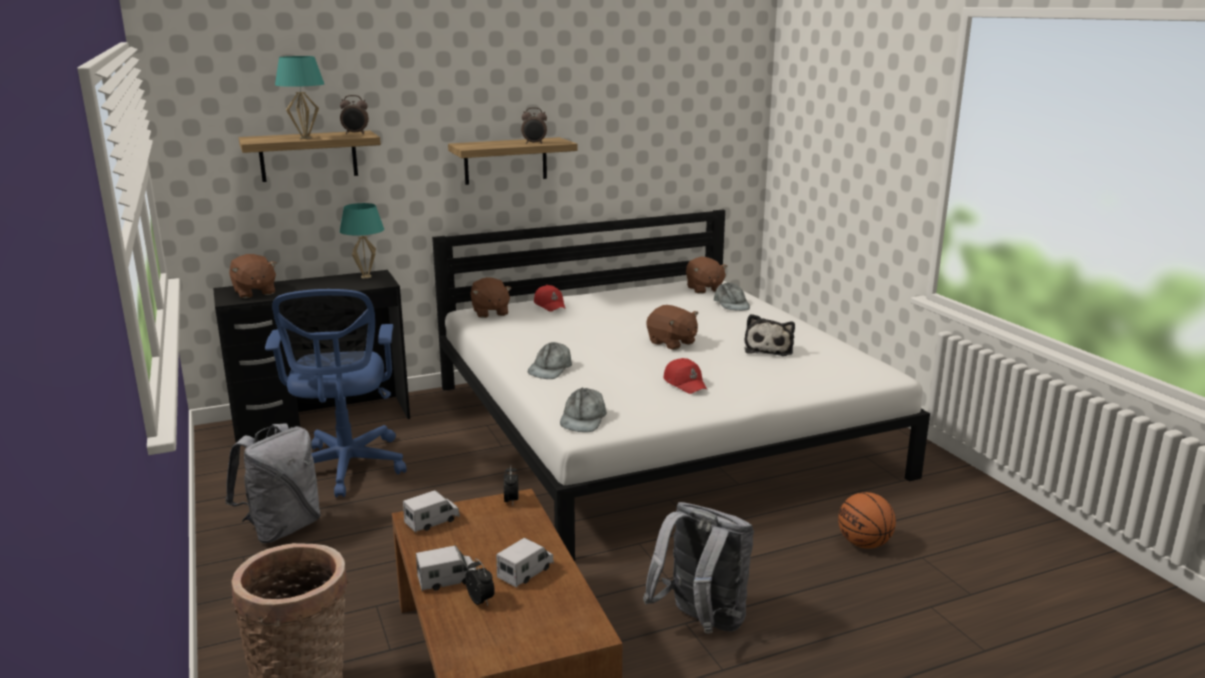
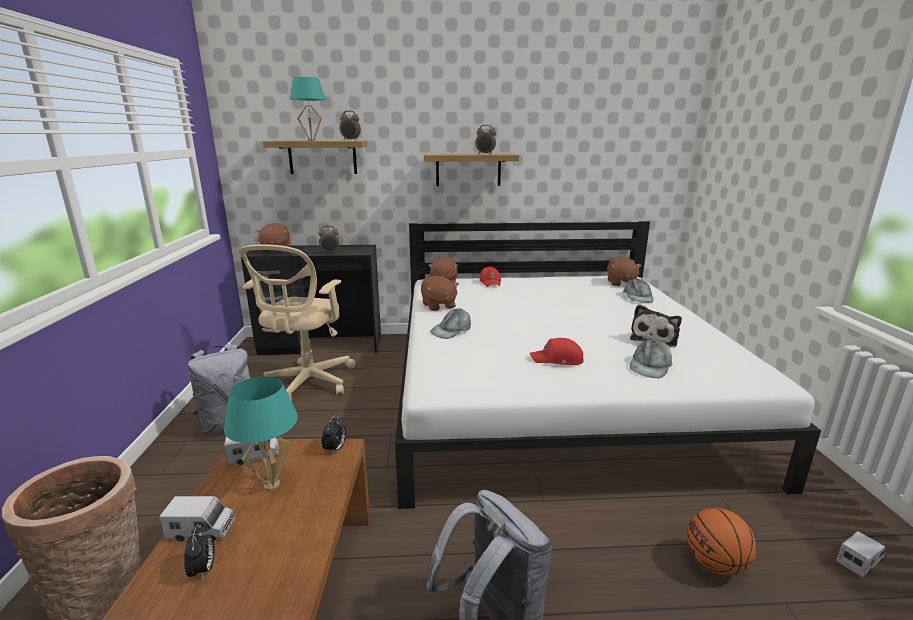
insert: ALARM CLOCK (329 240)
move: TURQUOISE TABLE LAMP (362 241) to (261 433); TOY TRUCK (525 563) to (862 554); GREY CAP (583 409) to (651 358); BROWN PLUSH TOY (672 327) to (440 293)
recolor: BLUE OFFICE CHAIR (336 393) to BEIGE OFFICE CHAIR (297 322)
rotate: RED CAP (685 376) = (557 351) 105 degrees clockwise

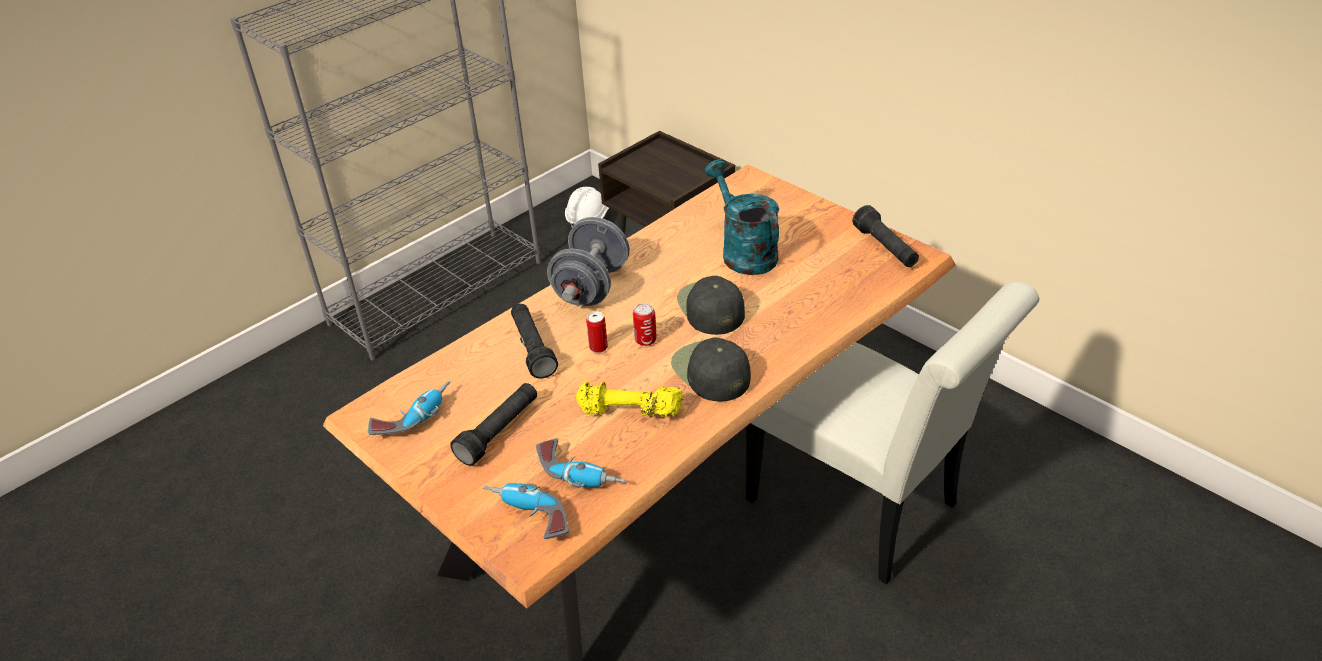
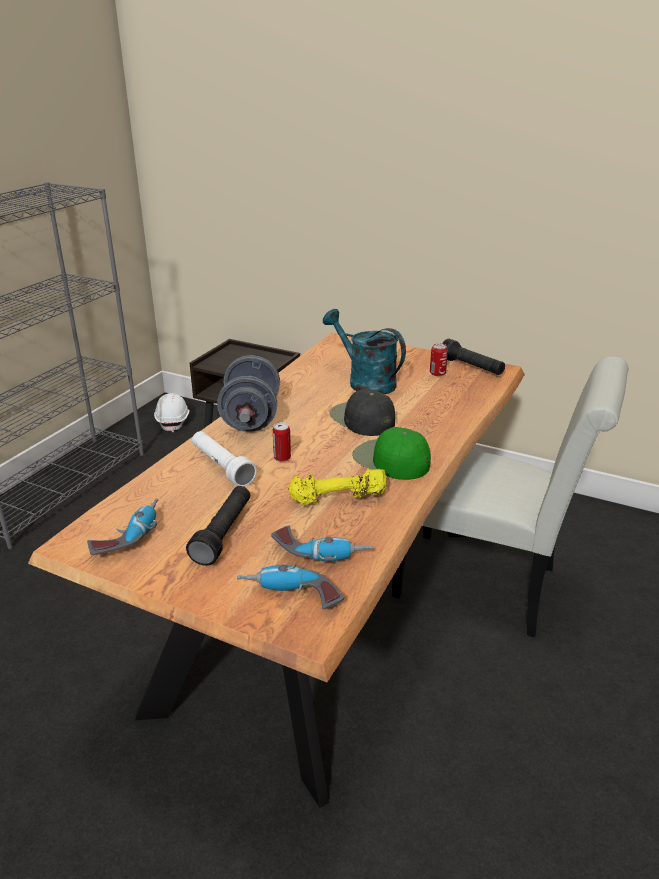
move: CAN (645 324) to (439 359)
recolor: BLACK FLASHLIGHT (534 341) to WHITE FLASHLIGHT (224 459); BLACK CAP (711 369) to GREEN CAP (391 453)

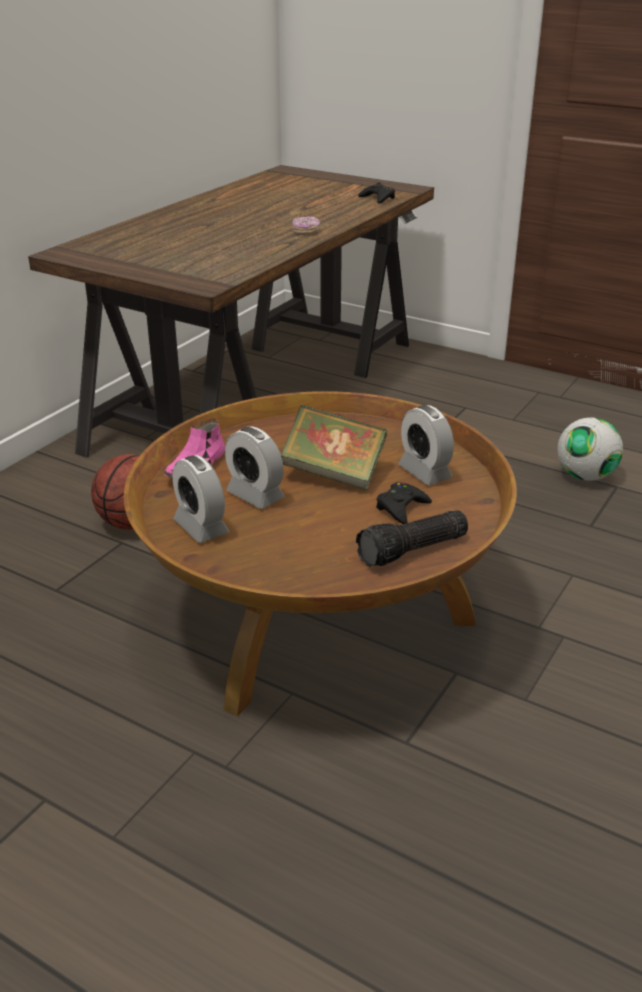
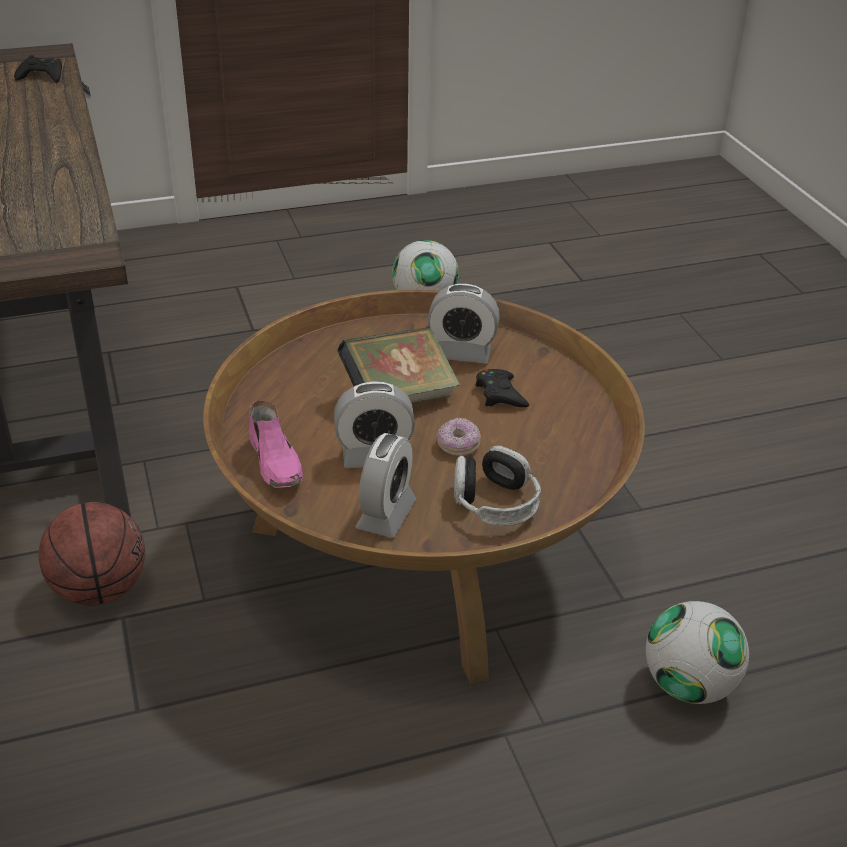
delete: FLASHLIGHT (412 538)
insert: HEADPHONES (497 486); FOOTBALL (697 652)
move: DONUT (306 225) to (458 437)
rotate: ALARM CLOCK (201 499) = (386 485) 75 degrees counterclockwise

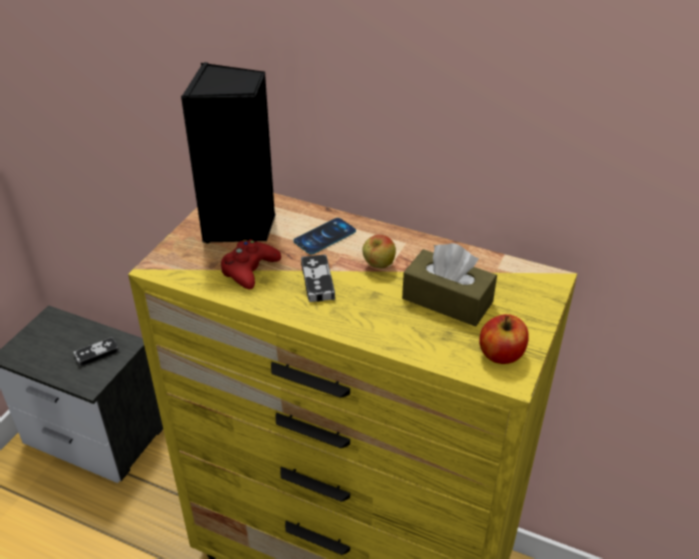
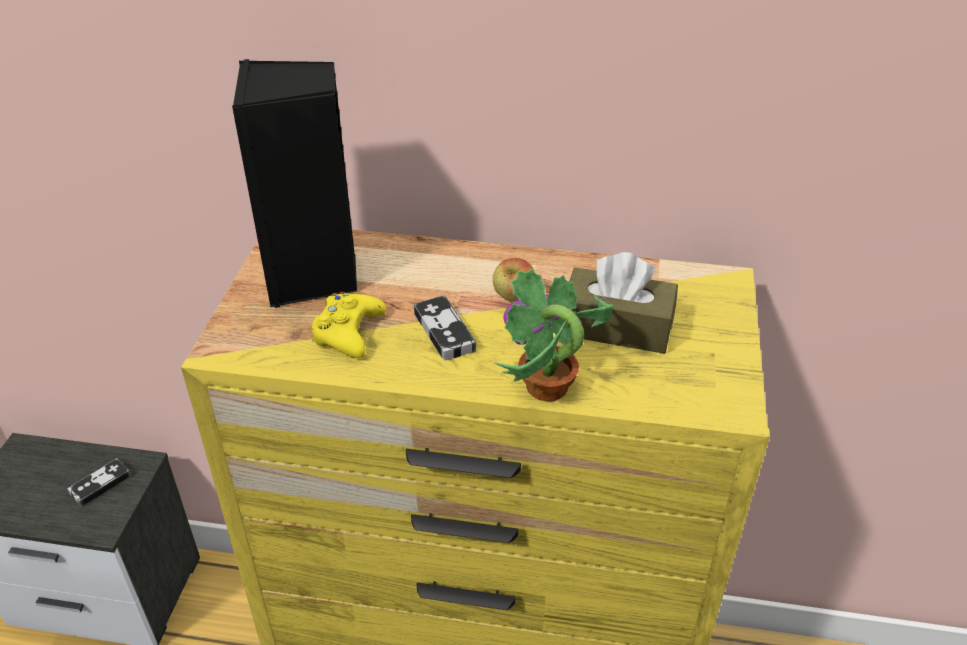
delete: PHONE (324 236); APPLE (504 339)
insert: POTTED PLANT (554 335)
recolor: RED GAME CONTROLLER (251 264) to YELLOW GAME CONTROLLER (349 325)

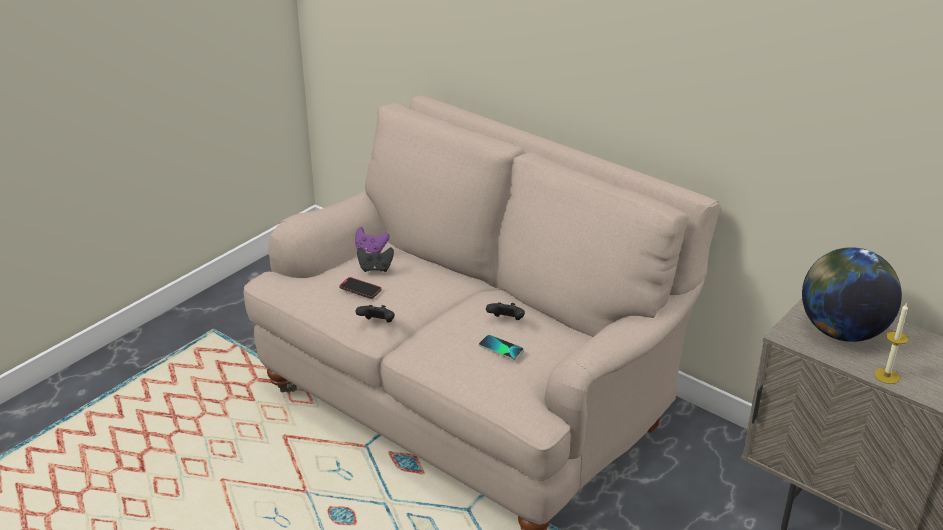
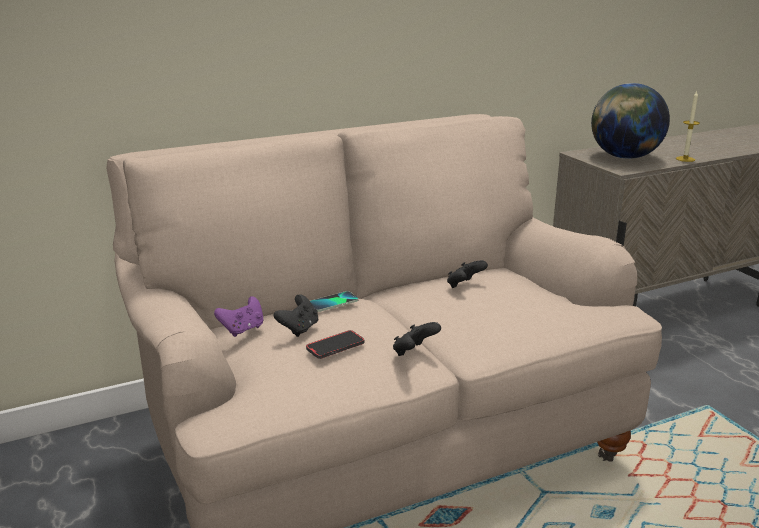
move: PHONE (501 347) to (334 301)

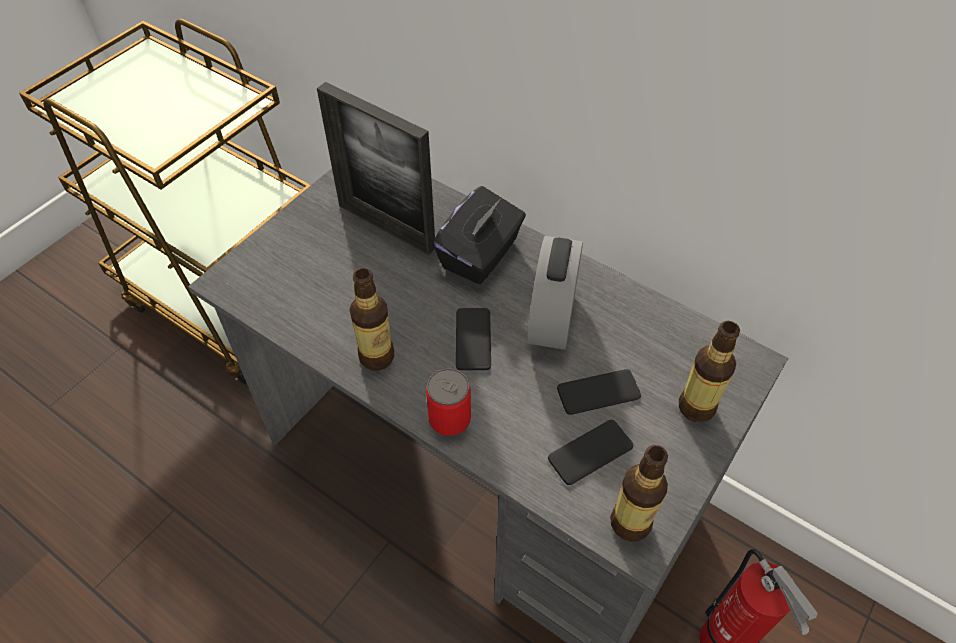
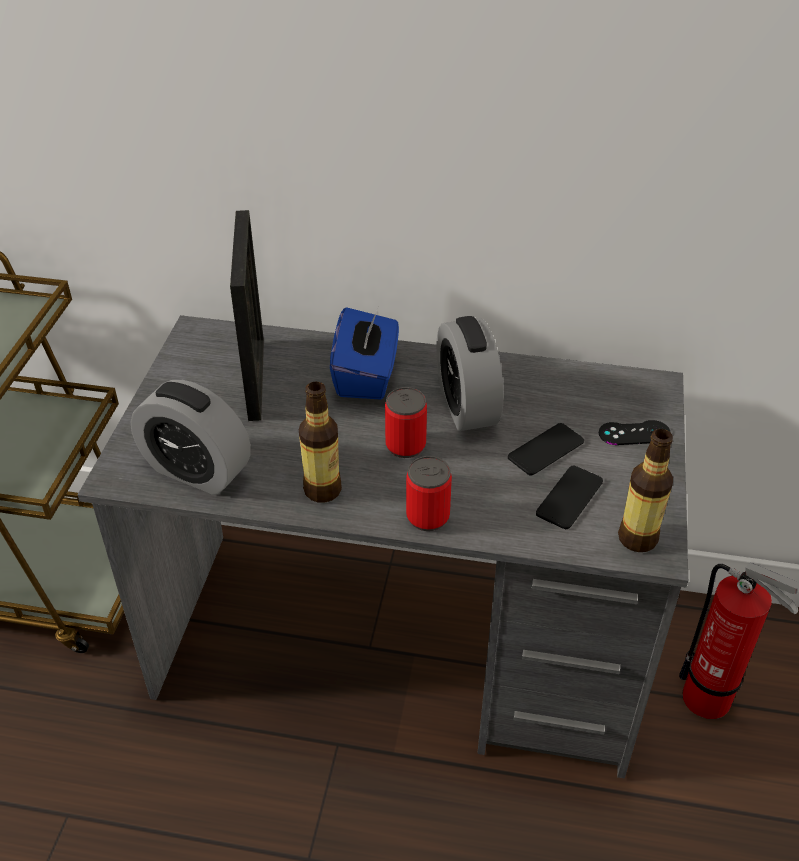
insert: ALARM CLOCK (190 437)
replace: PHONE (473 339) to CAN (406 422); BOTTLE (709 371) to BLACK GAME CONTROLLER (635 432)
recolor: BLACK TISSUE BOX (479 235) to BLUE TISSUE BOX (364 353)
rotate: PICTURE FRAME (376 168) = (247 315) 105 degrees counterclockwise

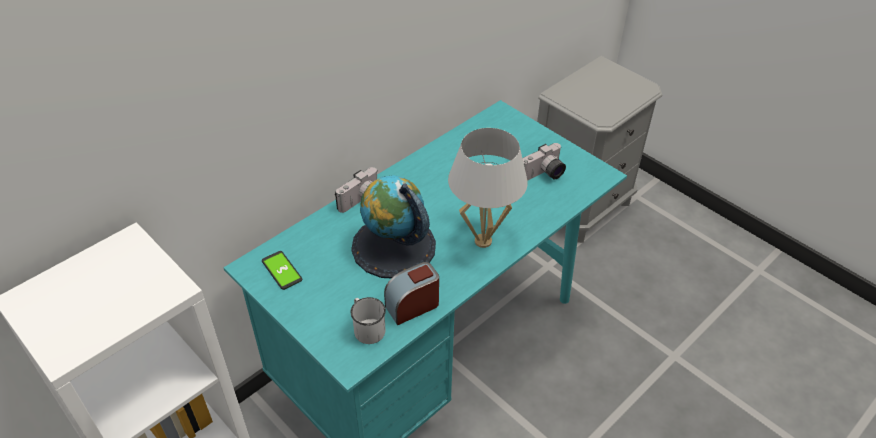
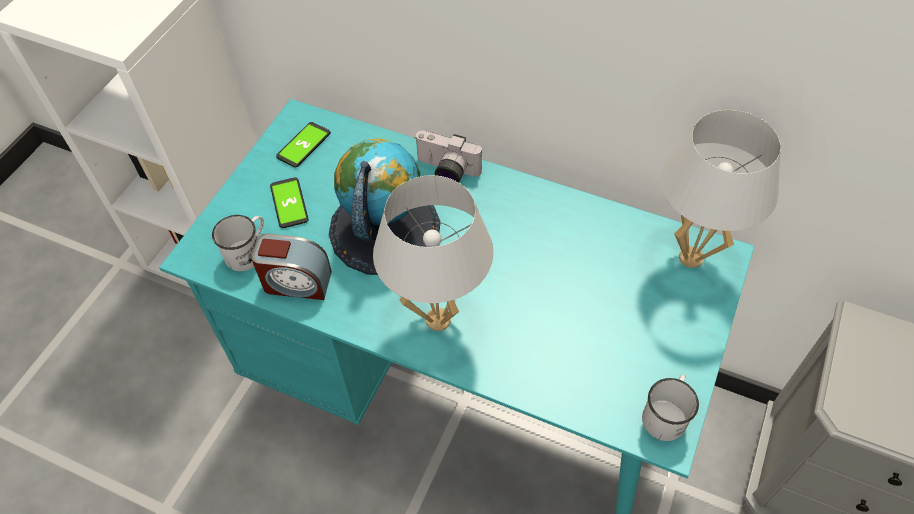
delete: PHOTO CAMERA (544 161)
insert: PHONE (289 202); WHITE MUG (670 407); WHITE TABLE LAMP (721 189)
rotate: ALARM CLOCK (411 293) = (291 267) 150 degrees clockwise

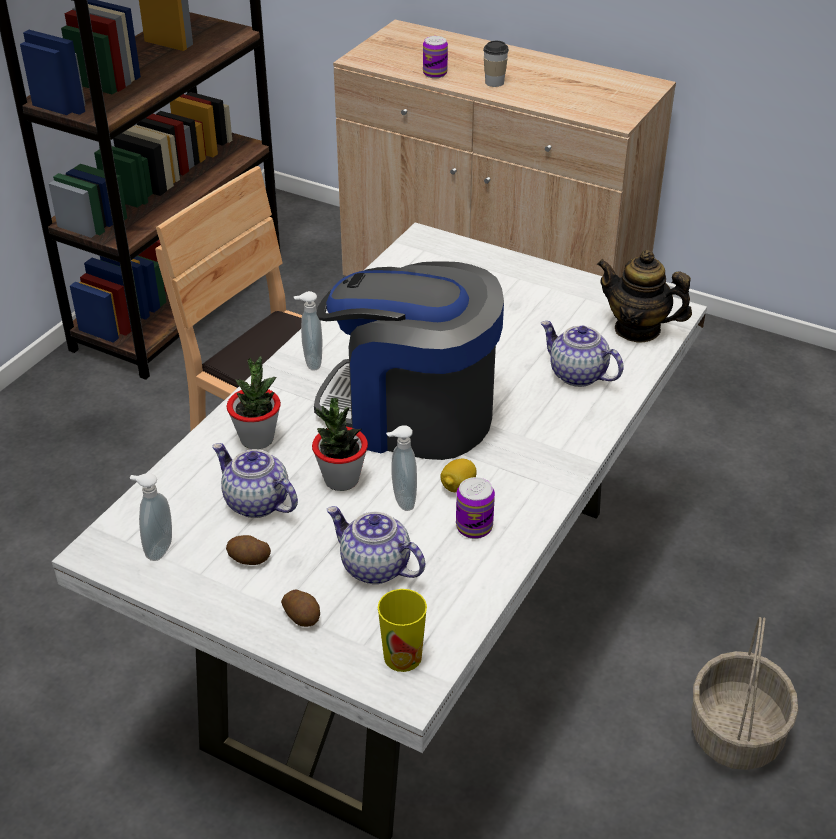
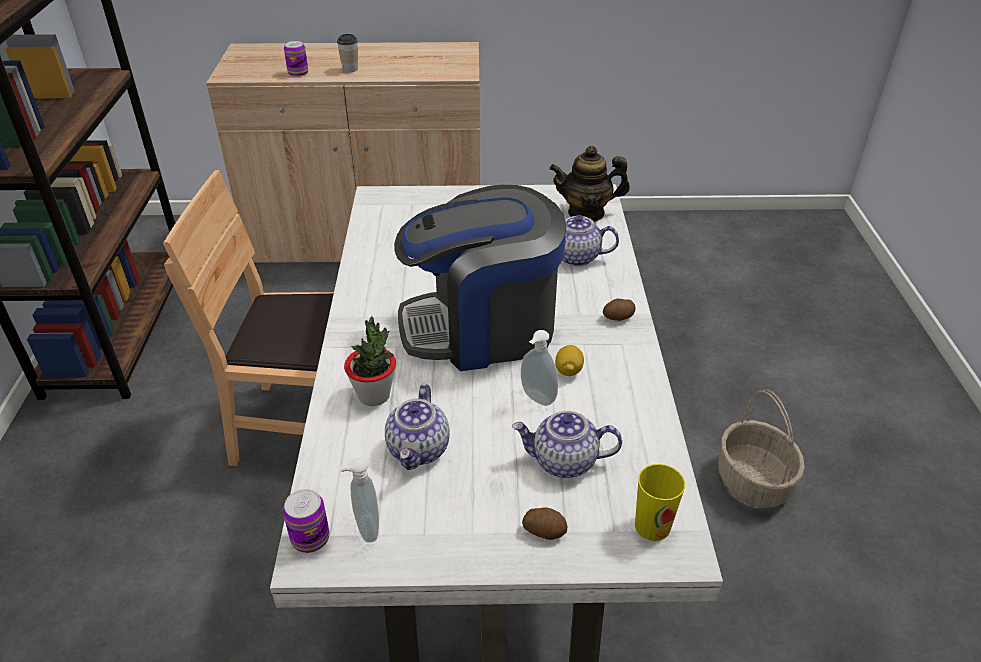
delete: SOAP DISPENSER (308 331); POTTED PLANT (340 444)
move: POTATO (248 550) to (619 310); CAN (475 508) to (306 521)
rotate: TEAPOT (255 480) = (417 427) 90 degrees counterclockwise

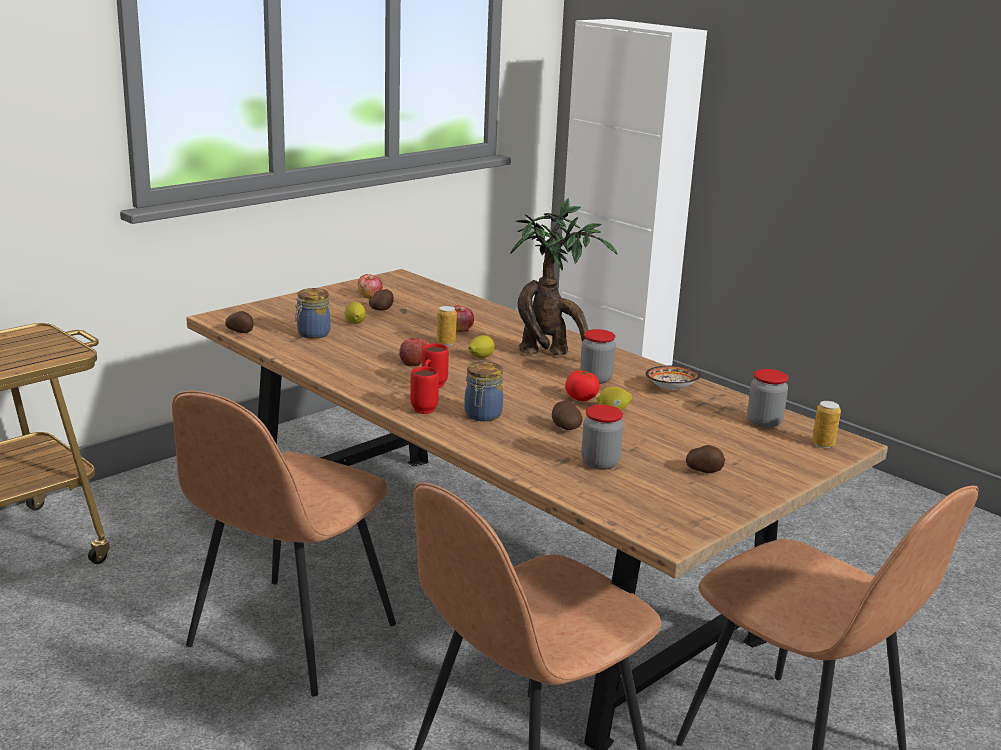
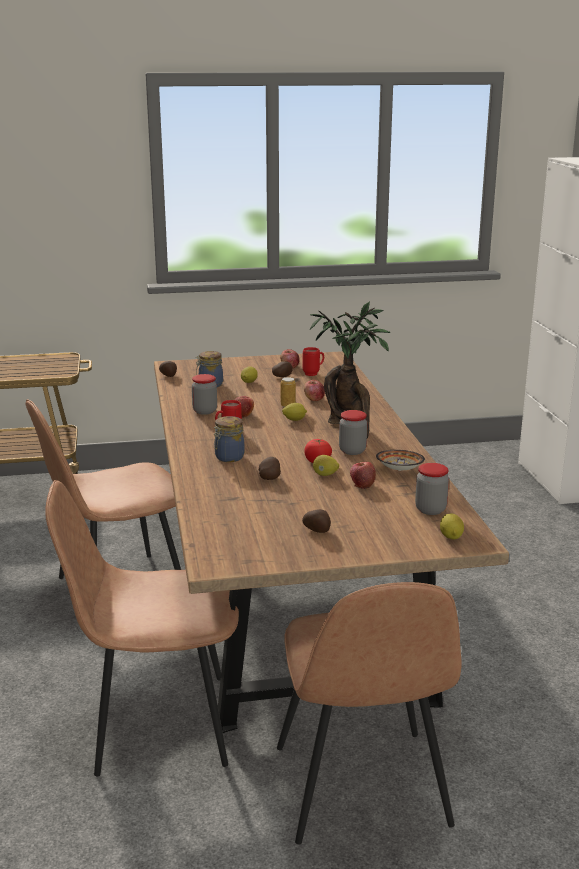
insert: APPLE (363 475)
move: RED MUG (424 390) to (313 361); JAR (602 437) to (204 394)
replace: CAN (826 424) to LEMON (452 527)

